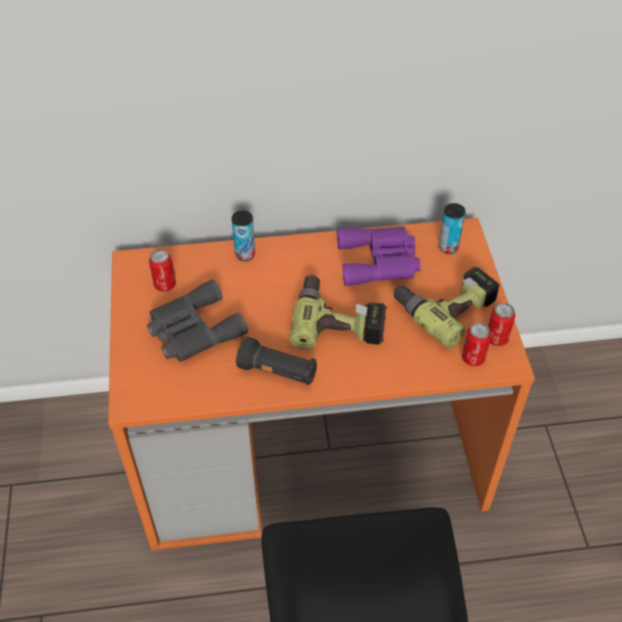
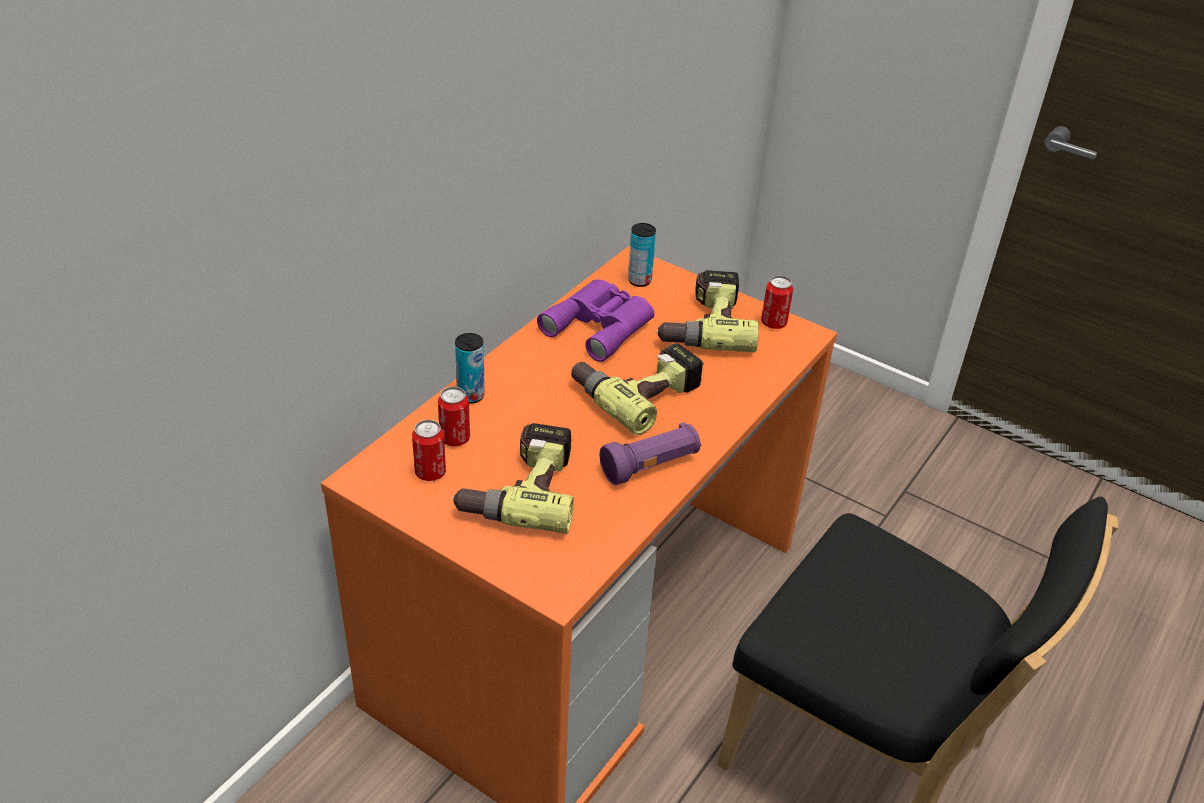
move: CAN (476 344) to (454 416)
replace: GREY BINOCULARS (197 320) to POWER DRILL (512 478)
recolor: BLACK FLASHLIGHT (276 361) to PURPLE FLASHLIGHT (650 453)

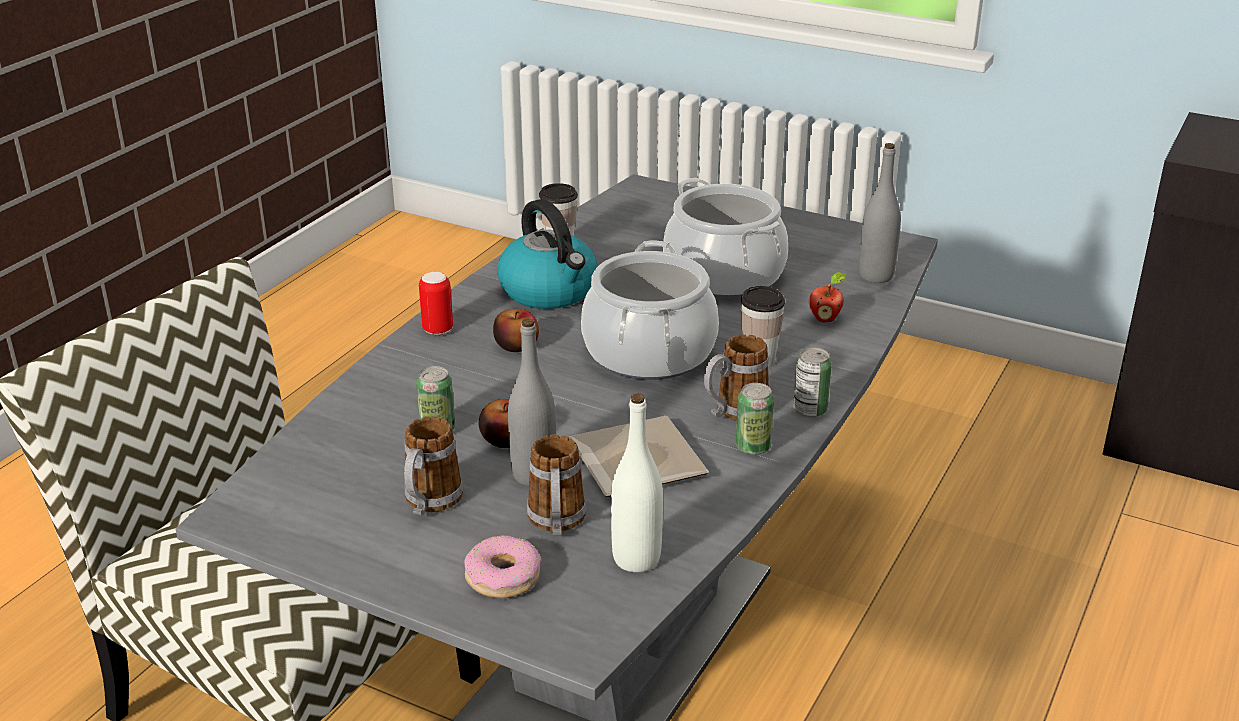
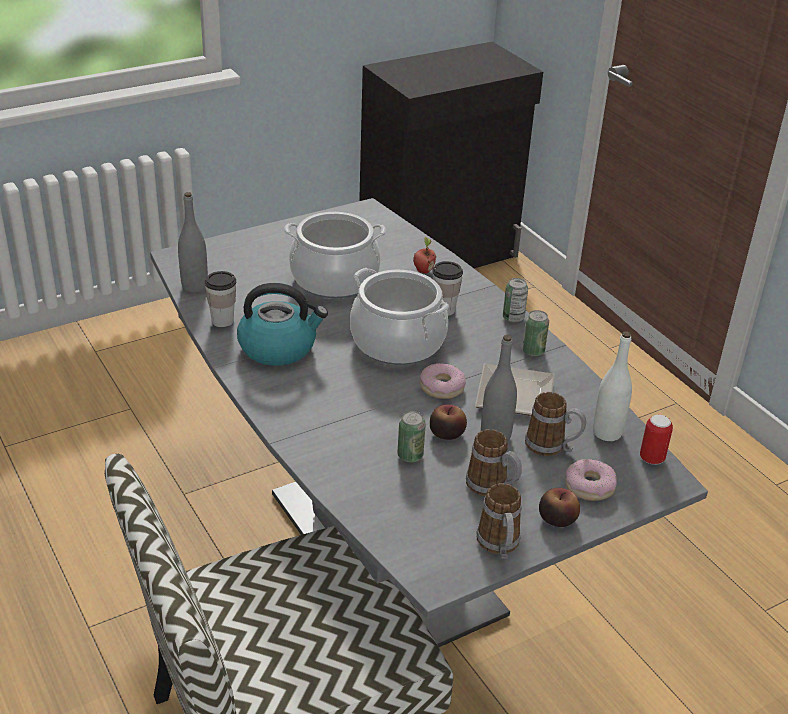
insert: DONUT (443 381)
move: CAN (436 303) to (656 440); APPLE (516 330) to (559 507); MUG (736 377) to (499 521); GREY BOTTLE (880 213) to (193 242)

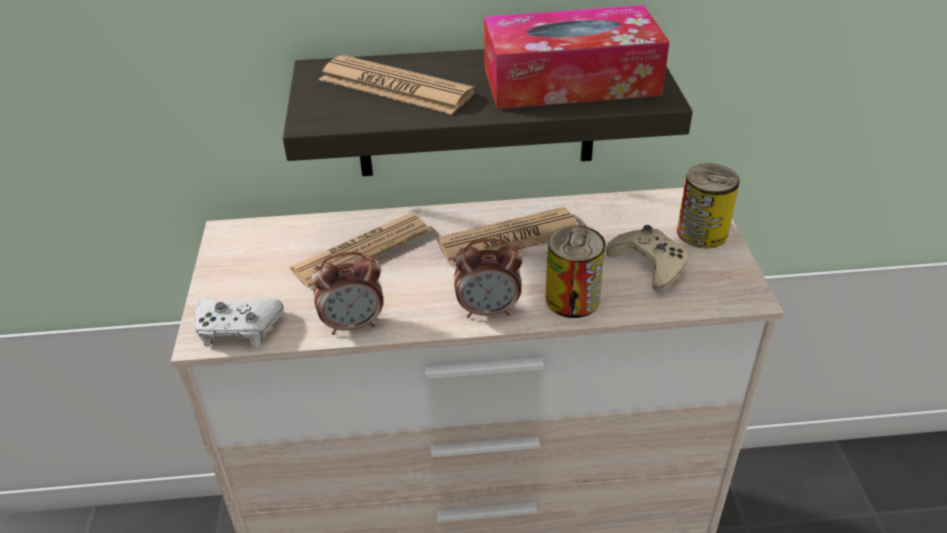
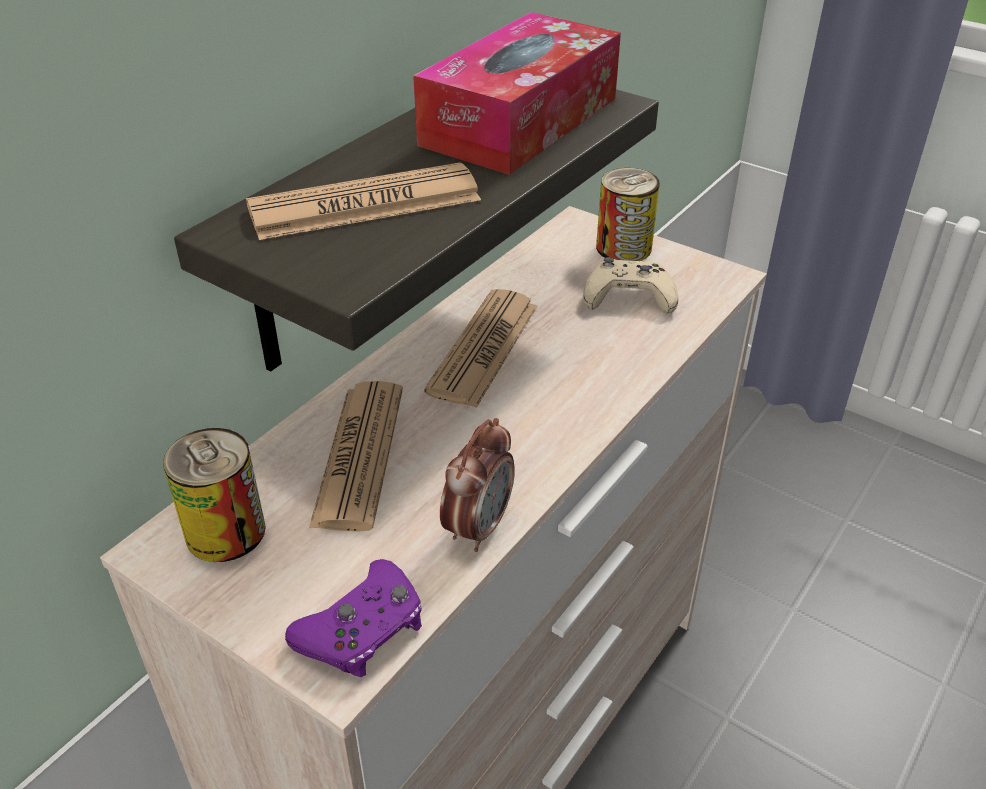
delete: ALARM CLOCK (488 278)
move: CAN (575 272) to (214 495)
recolor: WHITE GAME CONTROLLER (239 322) to PURPLE GAME CONTROLLER (353 618)

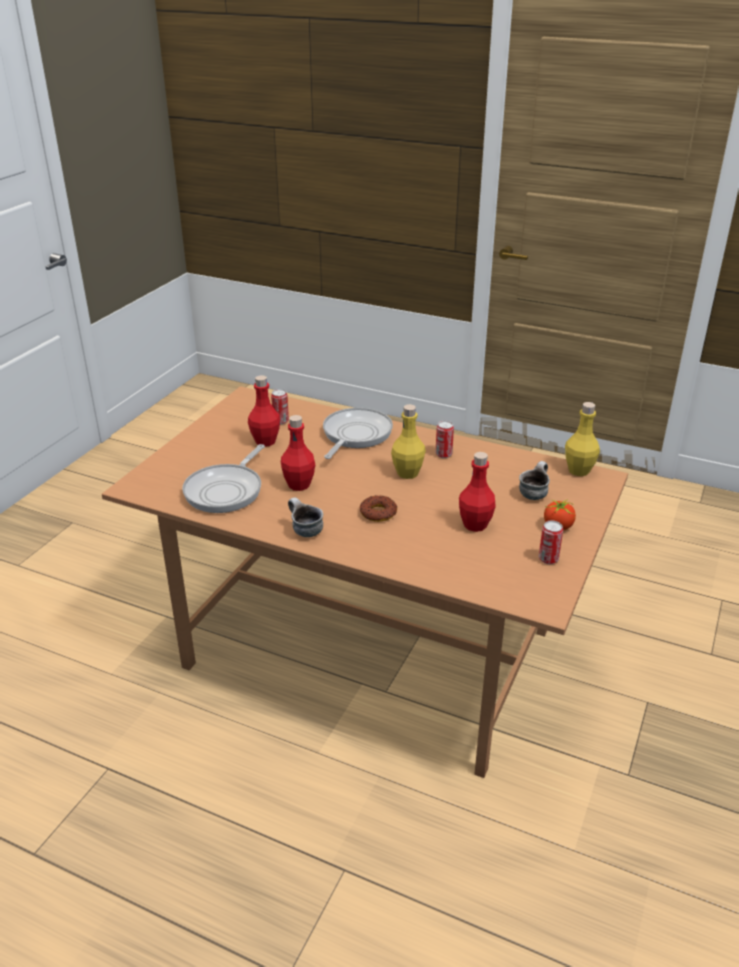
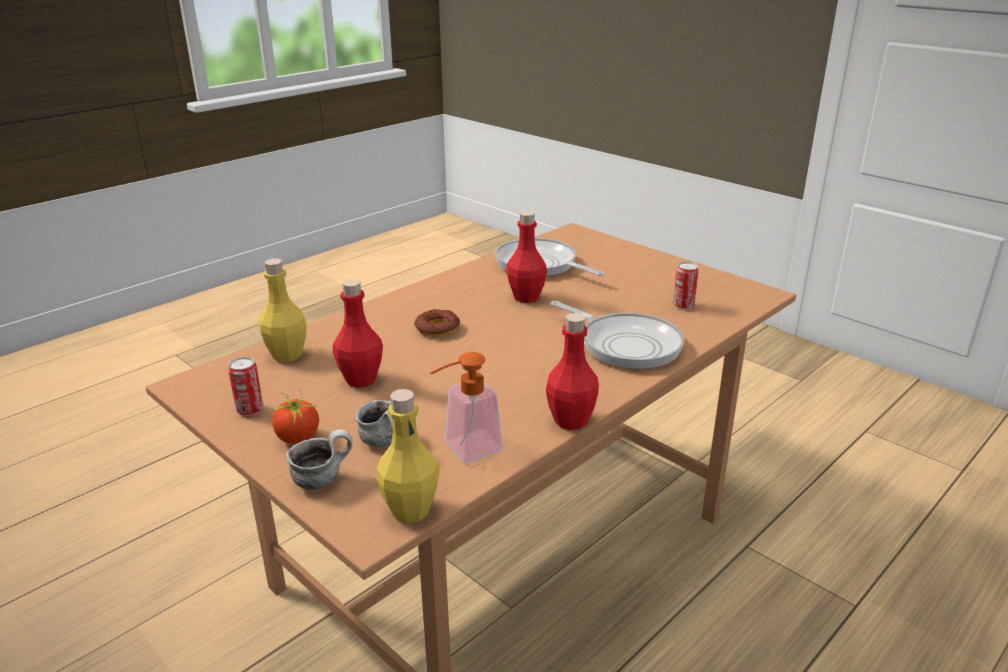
delete: CAN (444 439)
insert: SOAP DISPENSER (466 407)
move: RED BOTTLE (264 411) to (572 371); MUG (305 517) to (319 459); YELLOW BOTTLE (408 441) to (283 310)

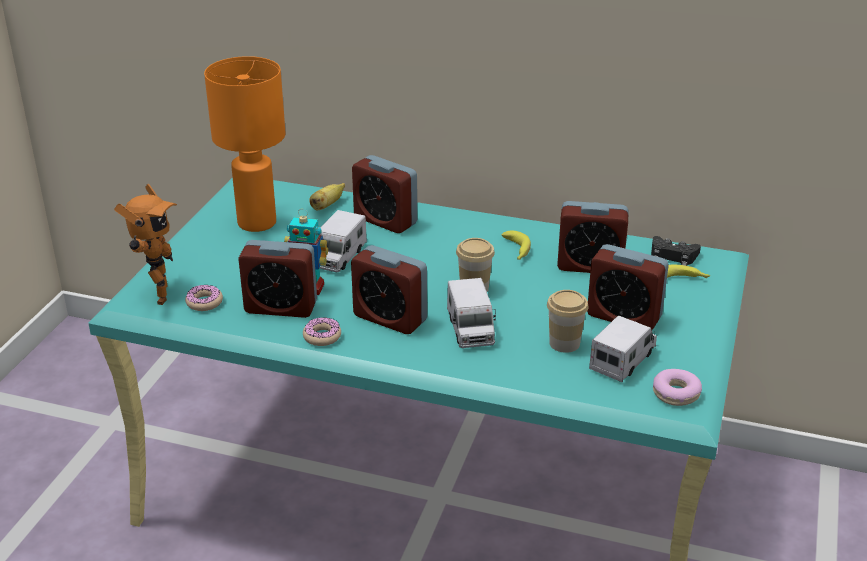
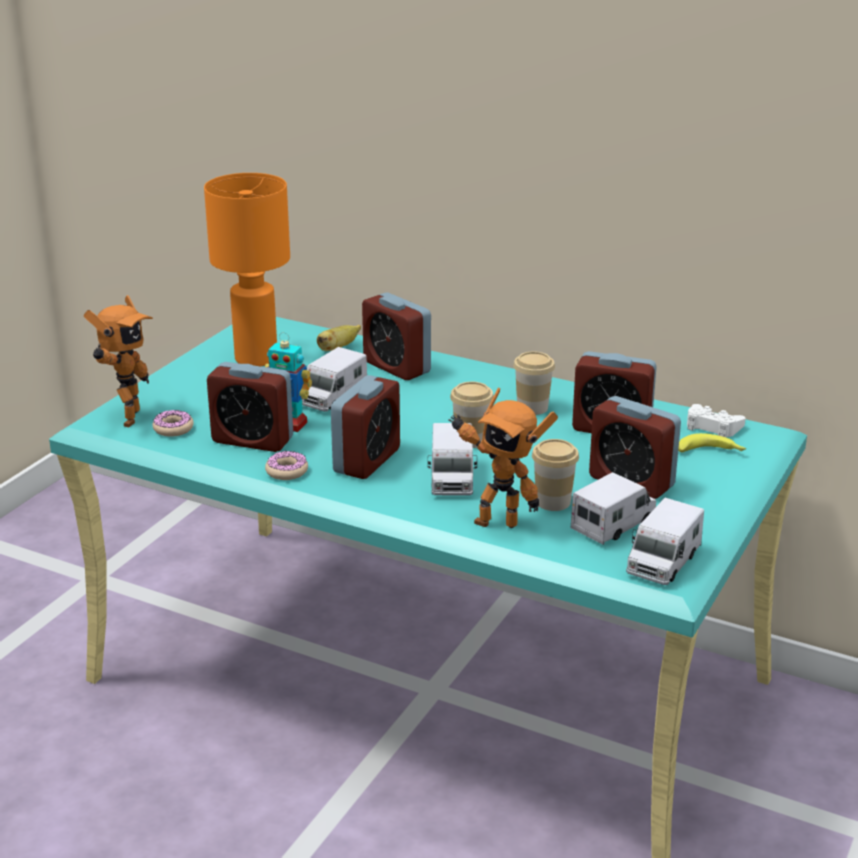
insert: TOY ROBOT (503 457)
replace: BANANA (516 245) to CUP (534 383); DONUT (677 387) to TOY TRUCK (665 541)
recolor: BLACK GAME CONTROLLER (676 251) to WHITE GAME CONTROLLER (716 420)
rotate: ALARM CLOCK (389 289) = (365 427) 105 degrees counterclockwise

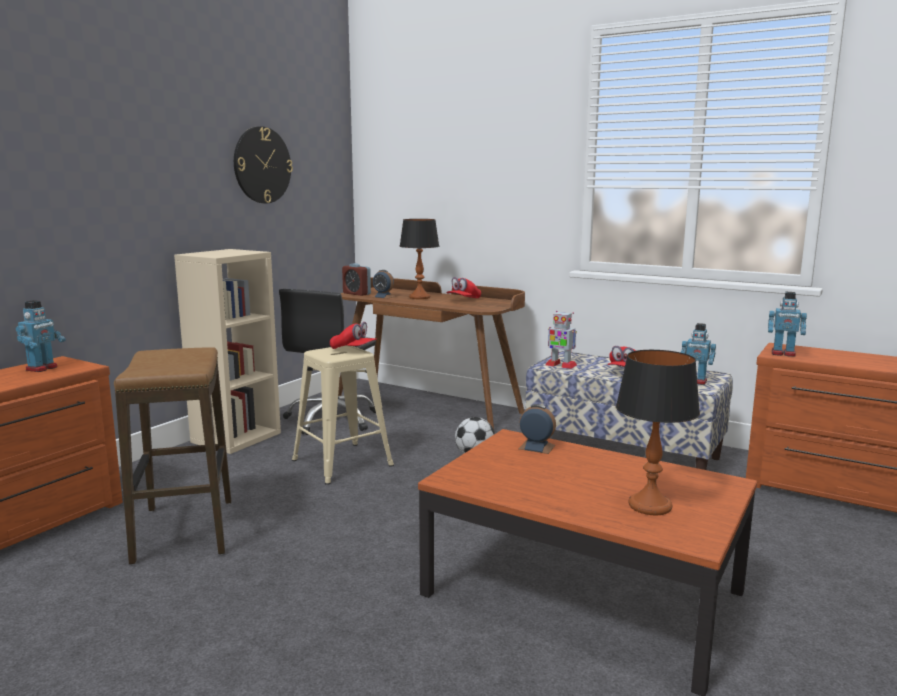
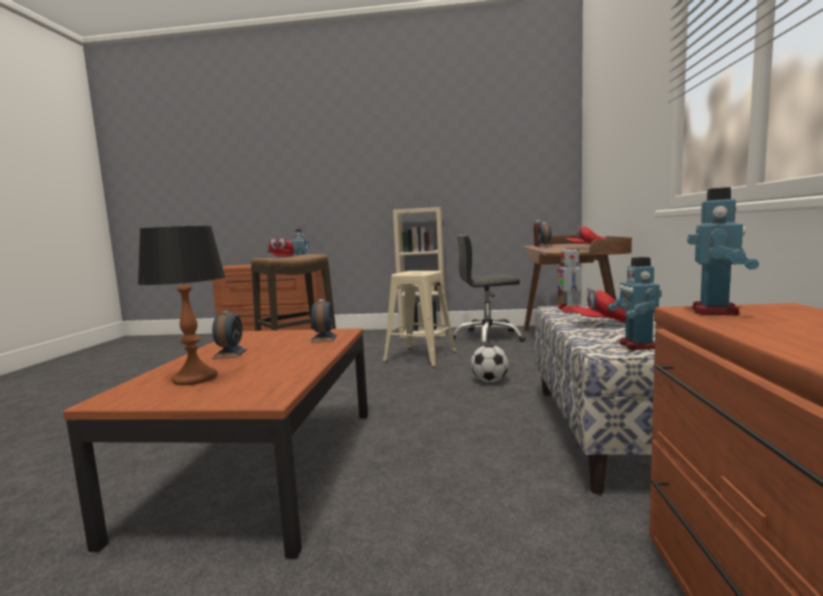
delete: WALL CLOCK (263 164); TABLE LAMP (419 259)
insert: ALARM CLOCK (230 334)
move: RED CAP (353 335) to (280 247)
rotate: TOY ROBOT (787 324) = (723 251) 150 degrees counterclockwise

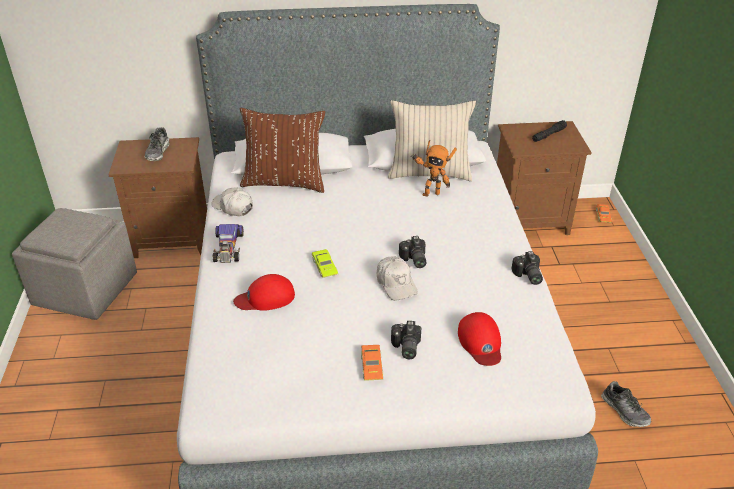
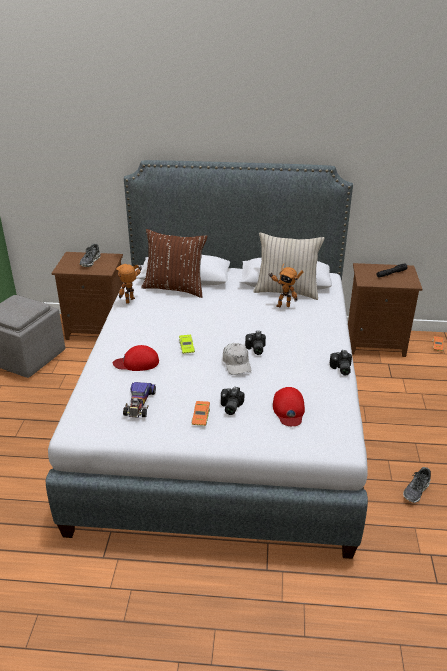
move: TOY CAR (228 243) to (139 400)
replace: WHITE CAP (232 201) to TOY ROBOT (129 284)
rotate: SHOE (626 404) = (417 485) 60 degrees clockwise

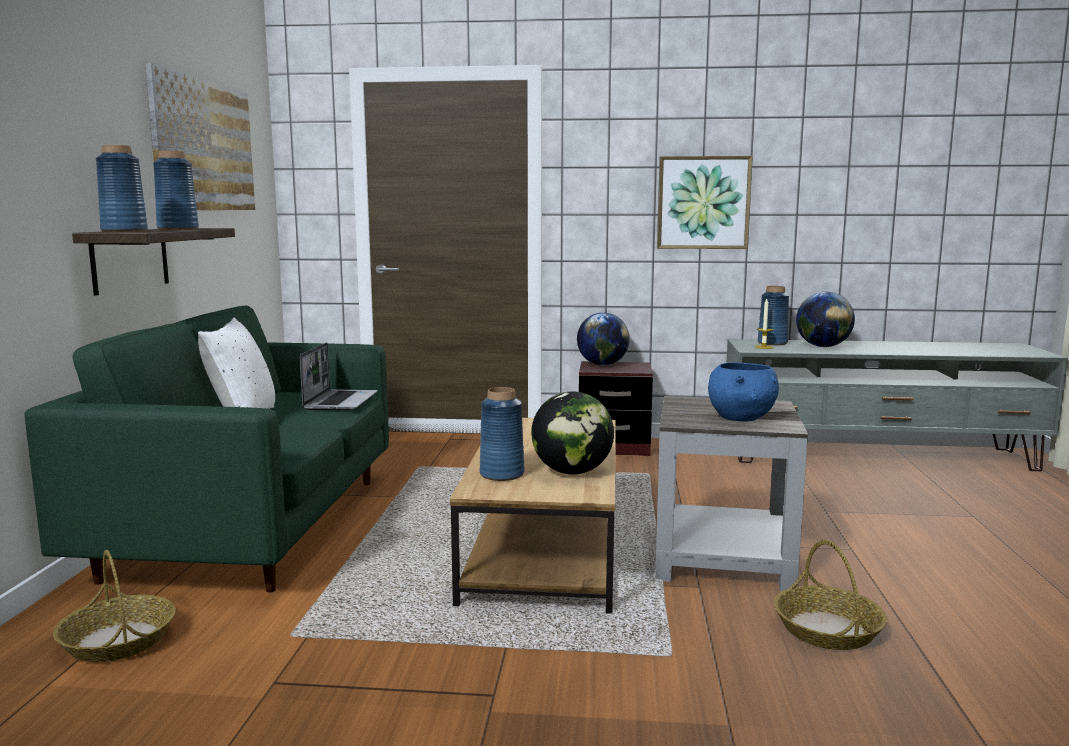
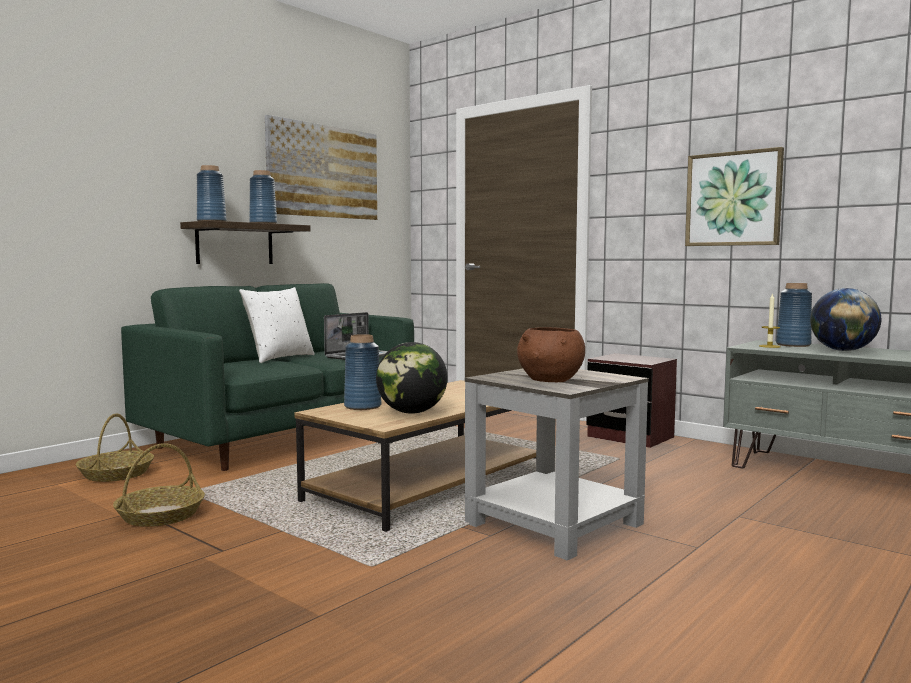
delete: GLOBE (603 339)
move: BASKET (830 595) to (159 485)
recolor: BLUE BOWL (743 391) to BROWN BOWL (551 354)

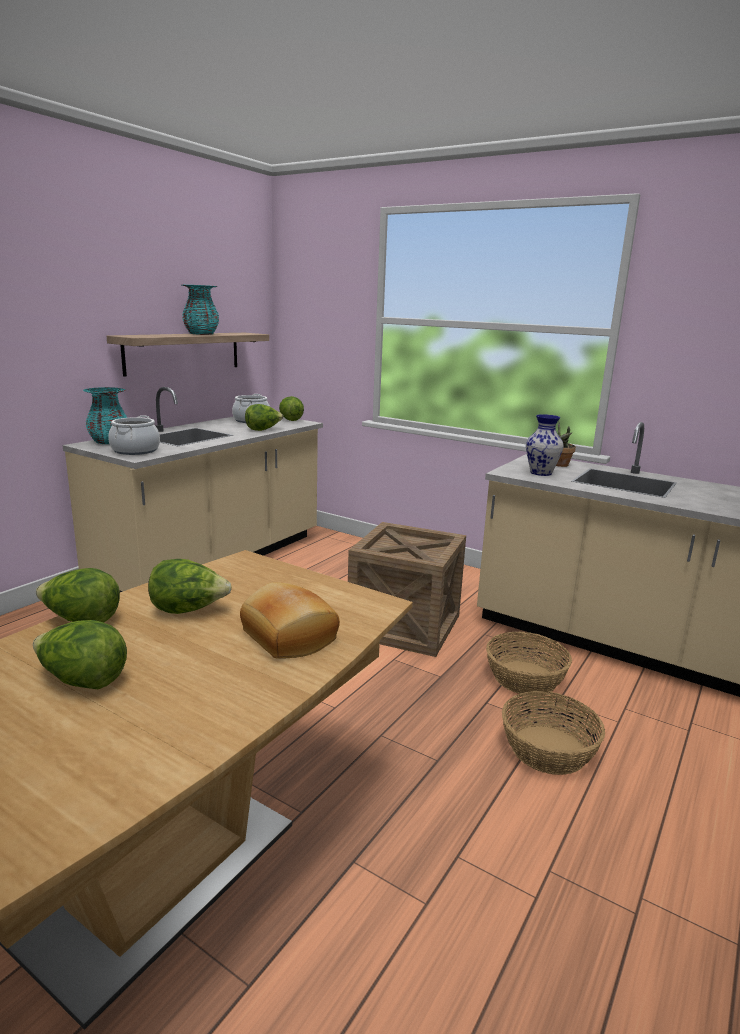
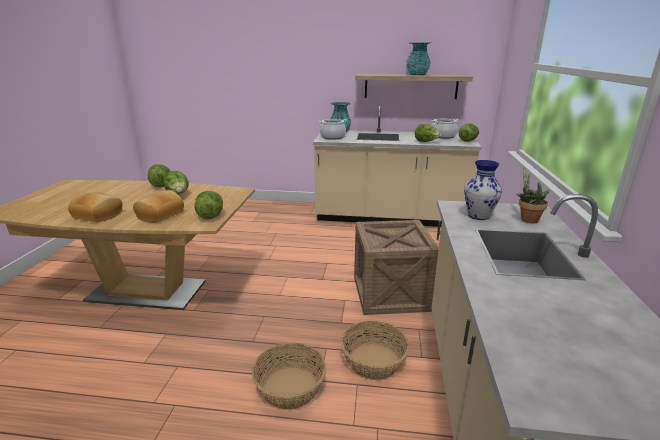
insert: BREAD (95 207)
move: LETTUCE (80 654) to (208 205)

